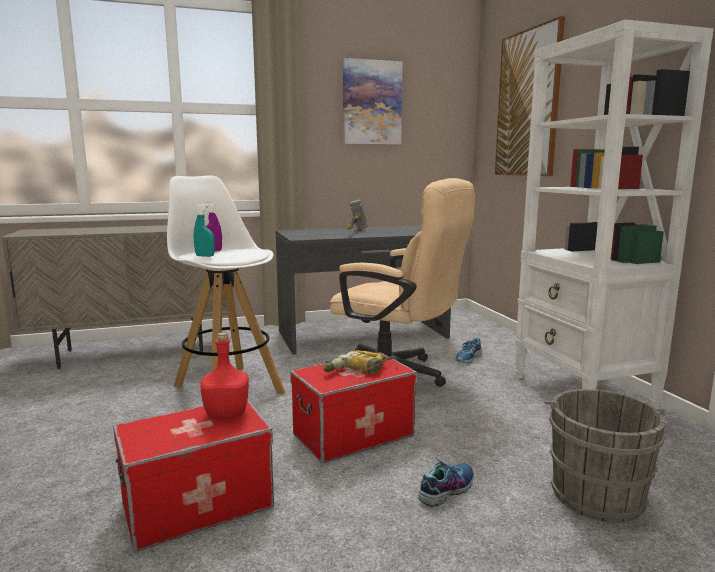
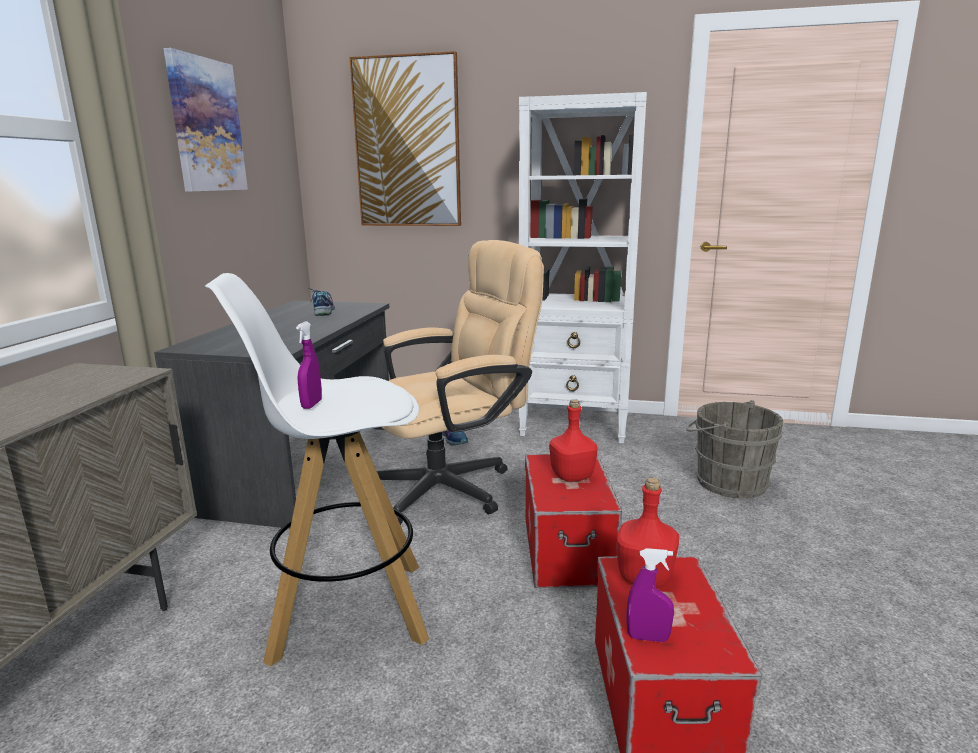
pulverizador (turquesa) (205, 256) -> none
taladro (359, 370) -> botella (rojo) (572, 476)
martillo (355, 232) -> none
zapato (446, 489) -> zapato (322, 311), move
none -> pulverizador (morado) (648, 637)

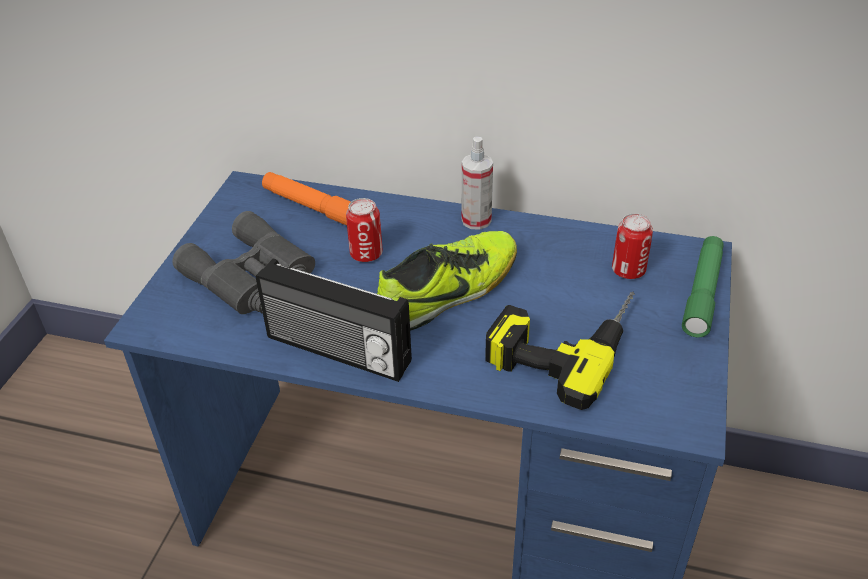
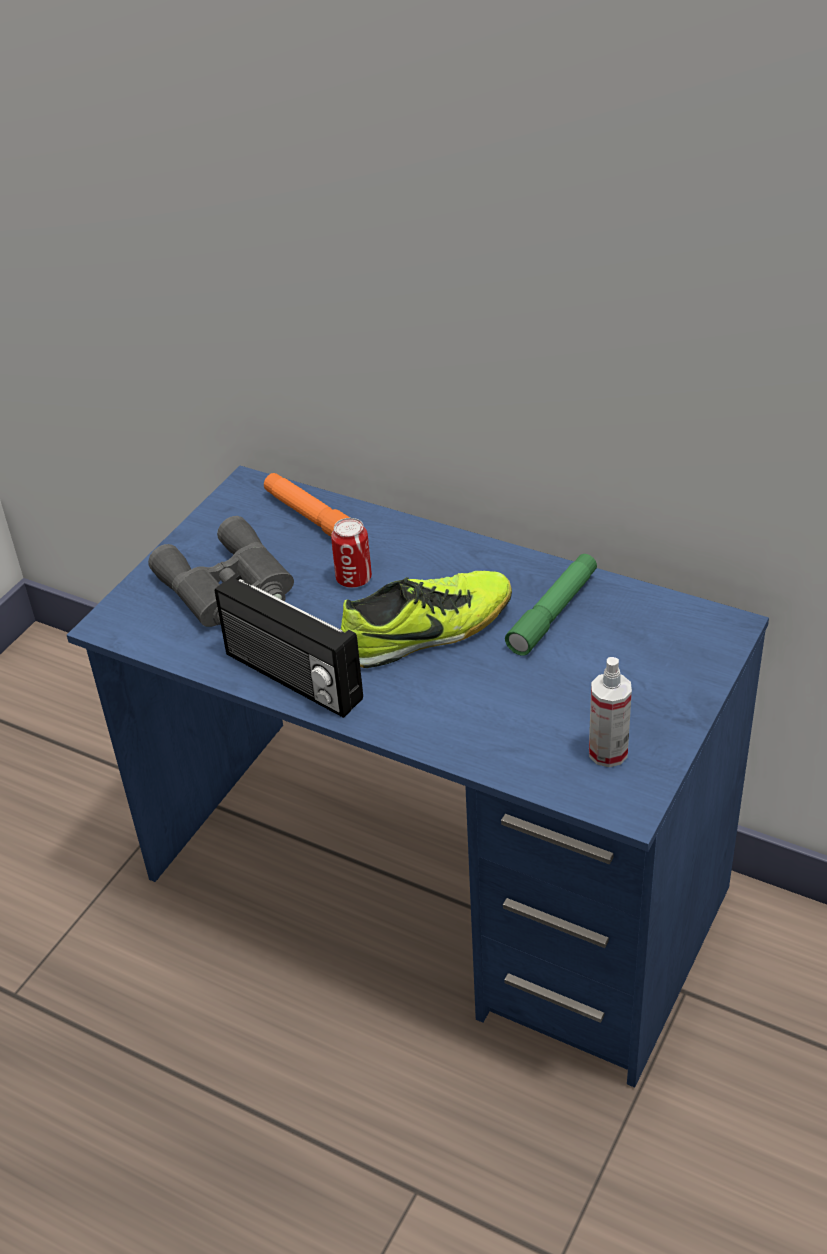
pulverizador (476, 220) -> pulverizador (608, 752), move
taladro (562, 340) -> none
lata (628, 270) -> none
linterna (verde) (702, 293) -> linterna (verde) (553, 612), move

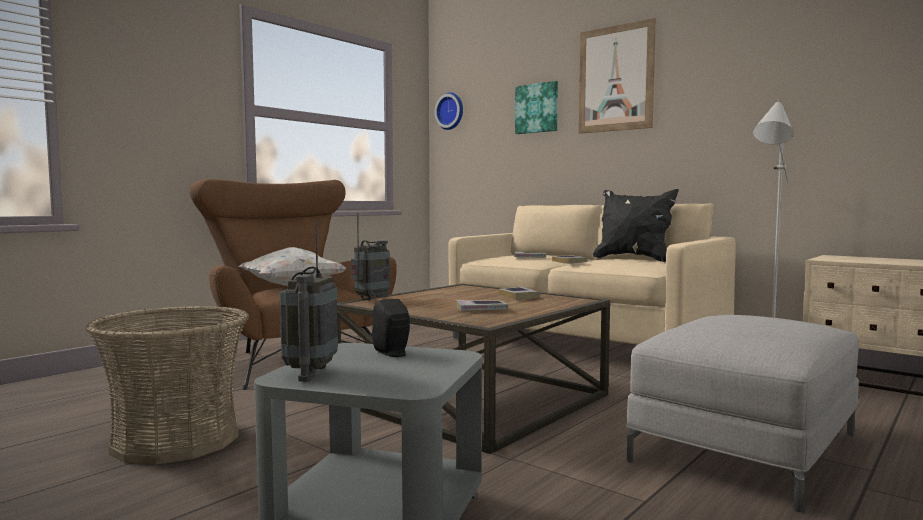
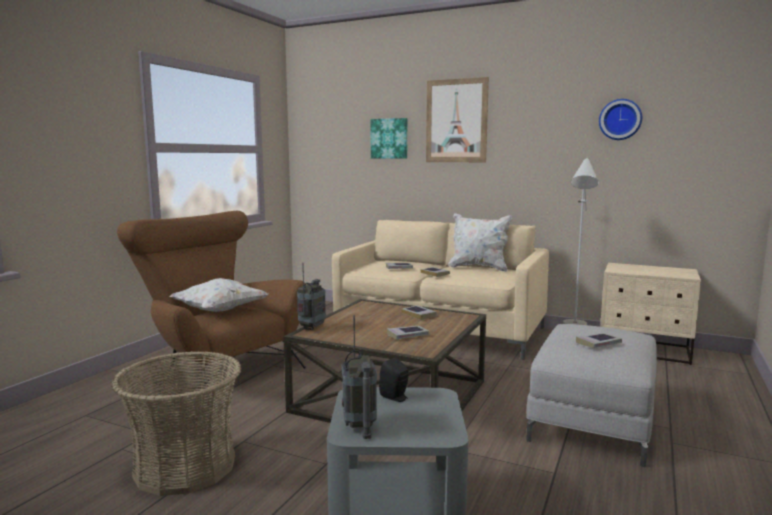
reloj de pared (451, 111) -> reloj de pared (620, 119), move
cojín (negro) (633, 259) -> cojín (blanco) (478, 268)
none -> libro (598, 344)

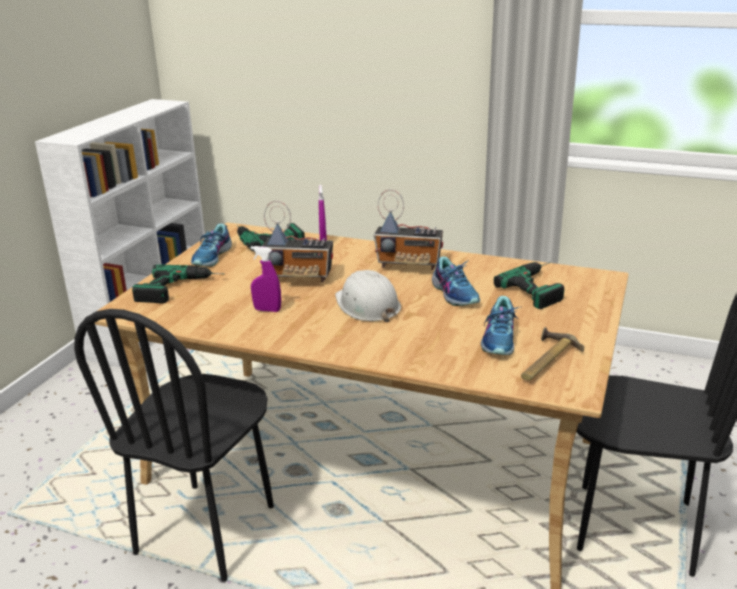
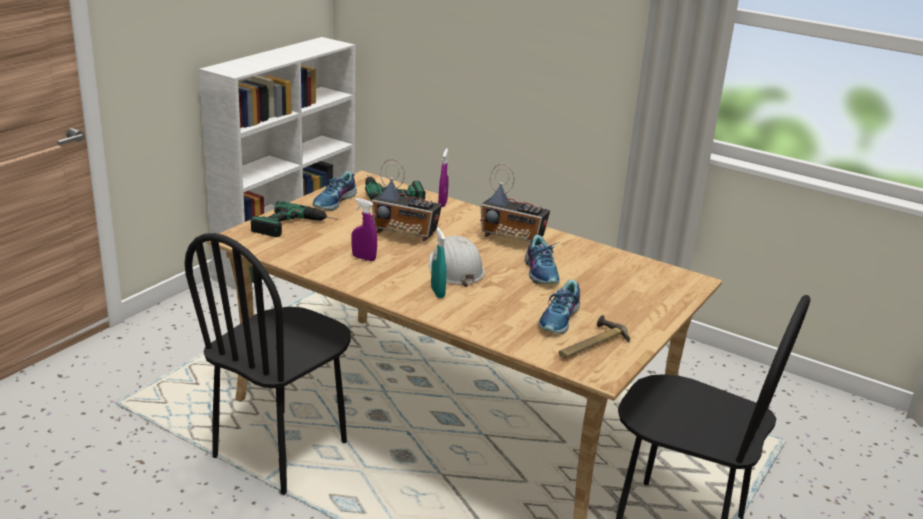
taladro (541, 287) -> none
none -> pulverizador (turquesa) (437, 293)

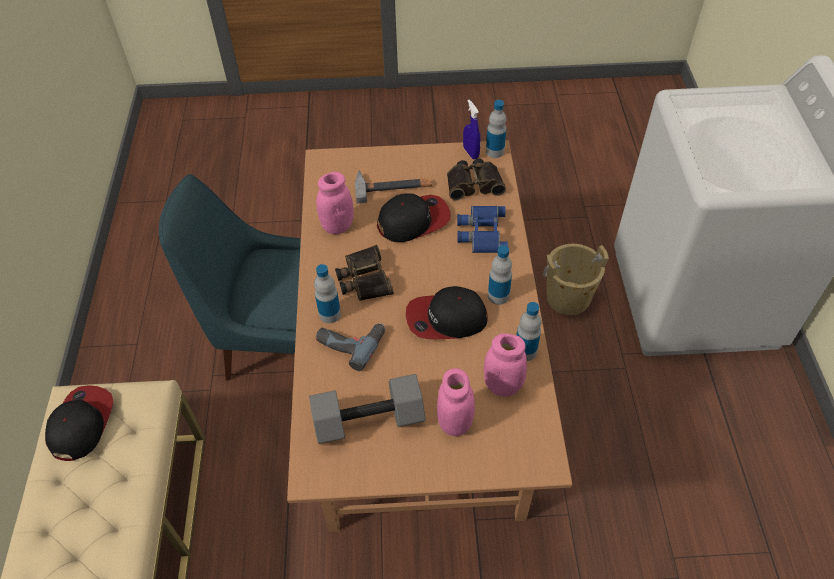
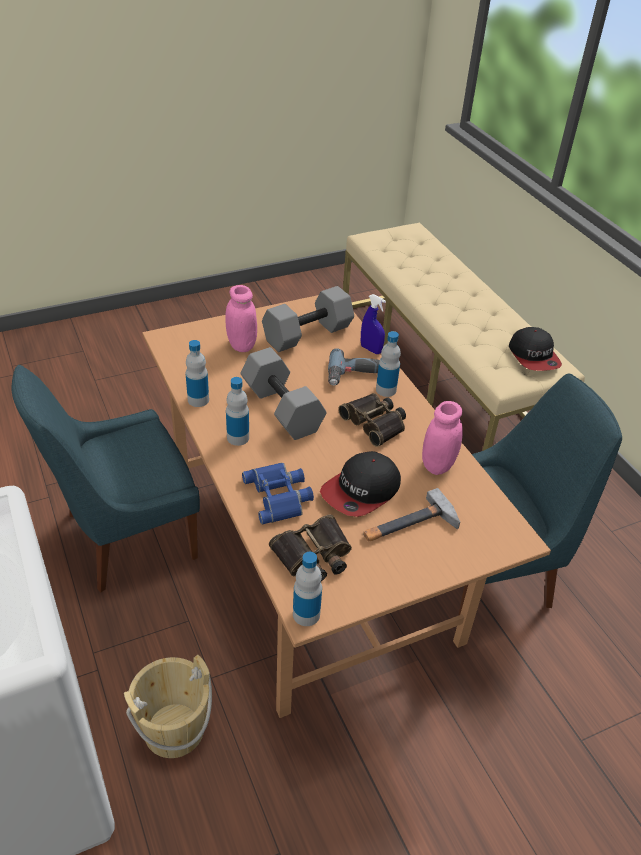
gorra (446, 319) -> mancuerna (gris) (280, 408)
pulverizador (azul) (471, 153) -> pulverizador (azul) (371, 349), move
tarro (rosa) (502, 385) -> none
none -> silla (azul) (126, 537)

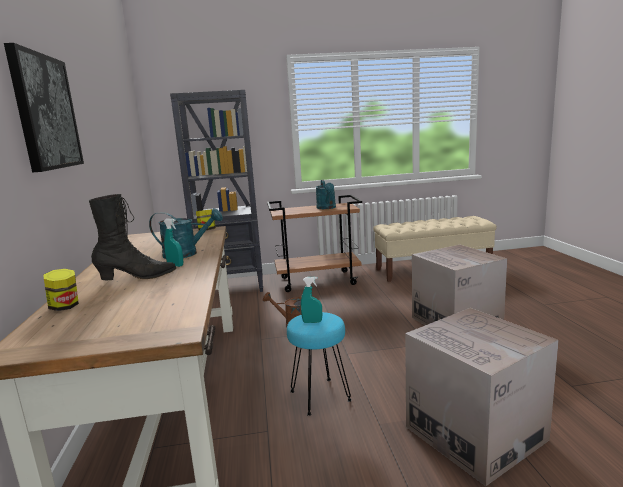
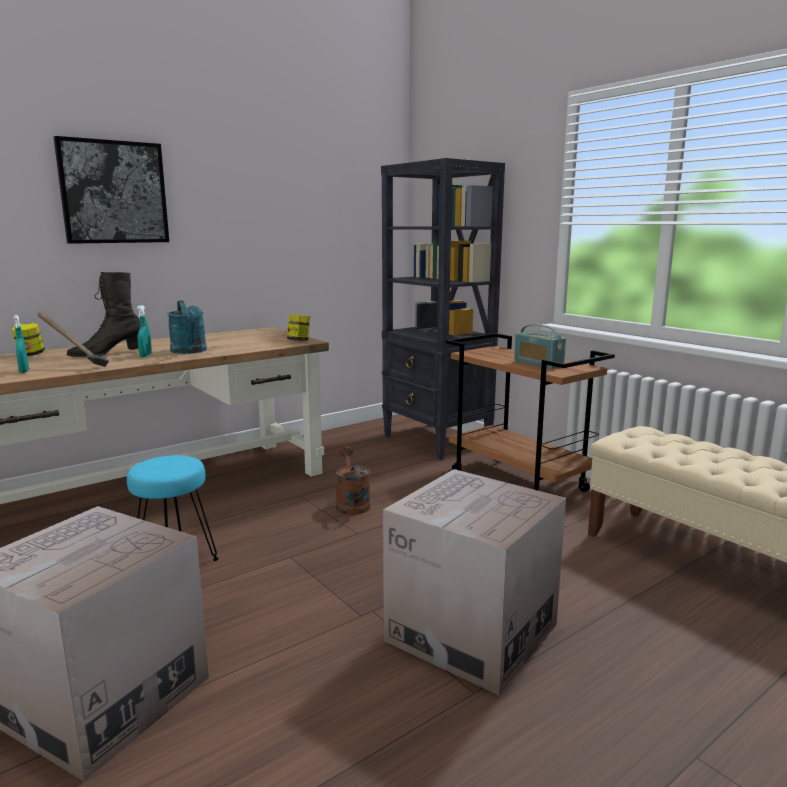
bota (negro) (137, 277) -> bota (negro) (107, 354), 105 degrees clockwise
pulverizador (turquesa) (312, 322) -> pulverizador (turquesa) (24, 371), move
regadera (turquesa) (327, 208) -> radio (538, 364)
none -> martillo (75, 366)

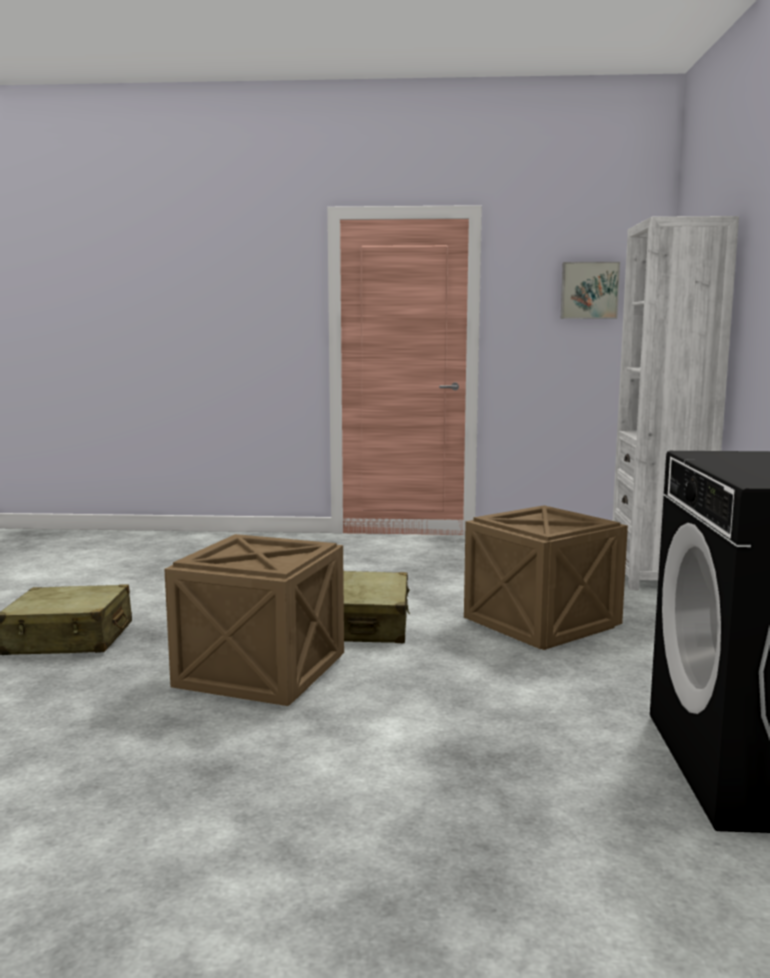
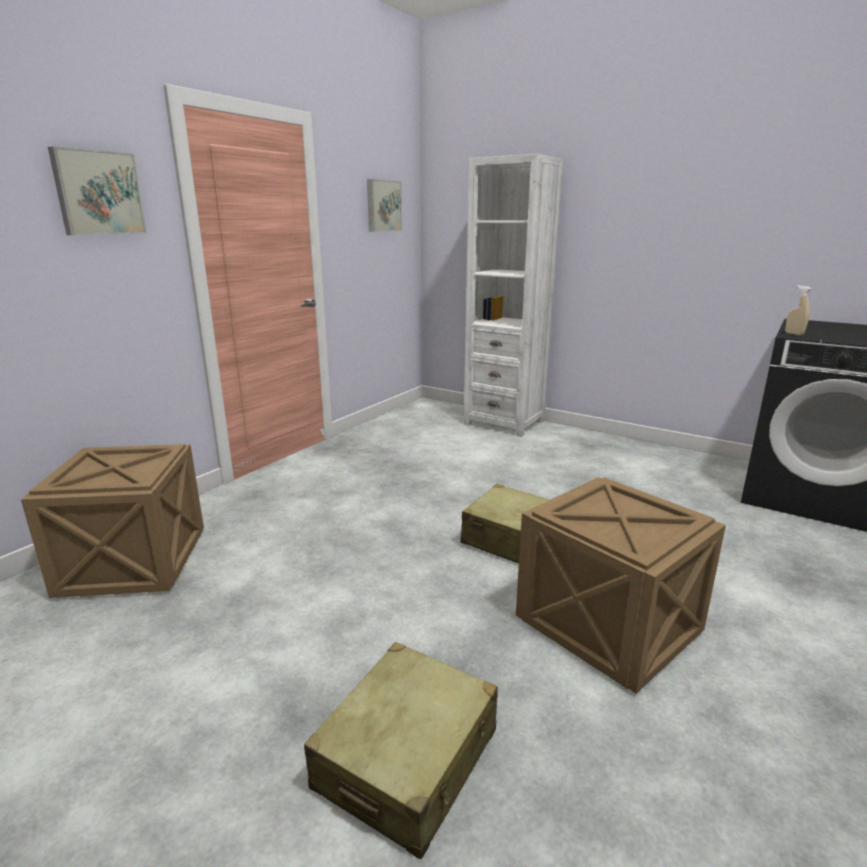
caja de embalaje (543, 623) -> caja de embalaje (135, 561), move
none -> cuadro (98, 193)
none -> pulverizador (beis) (794, 334)

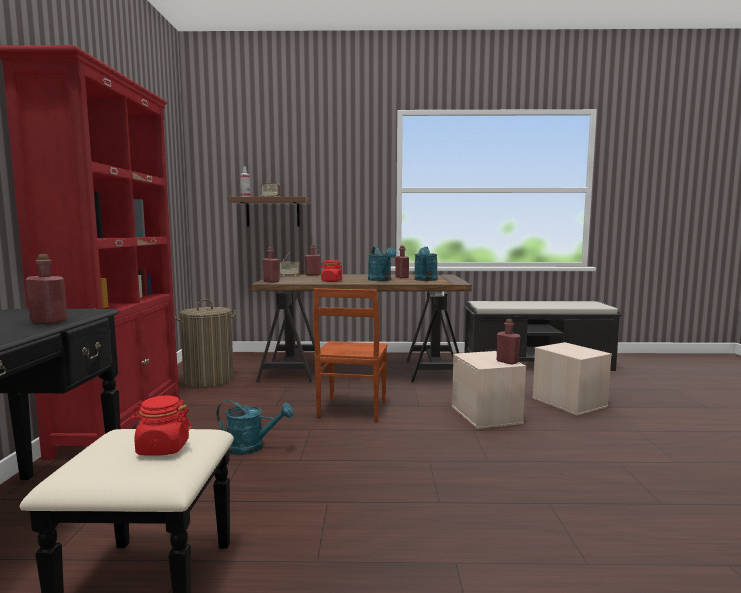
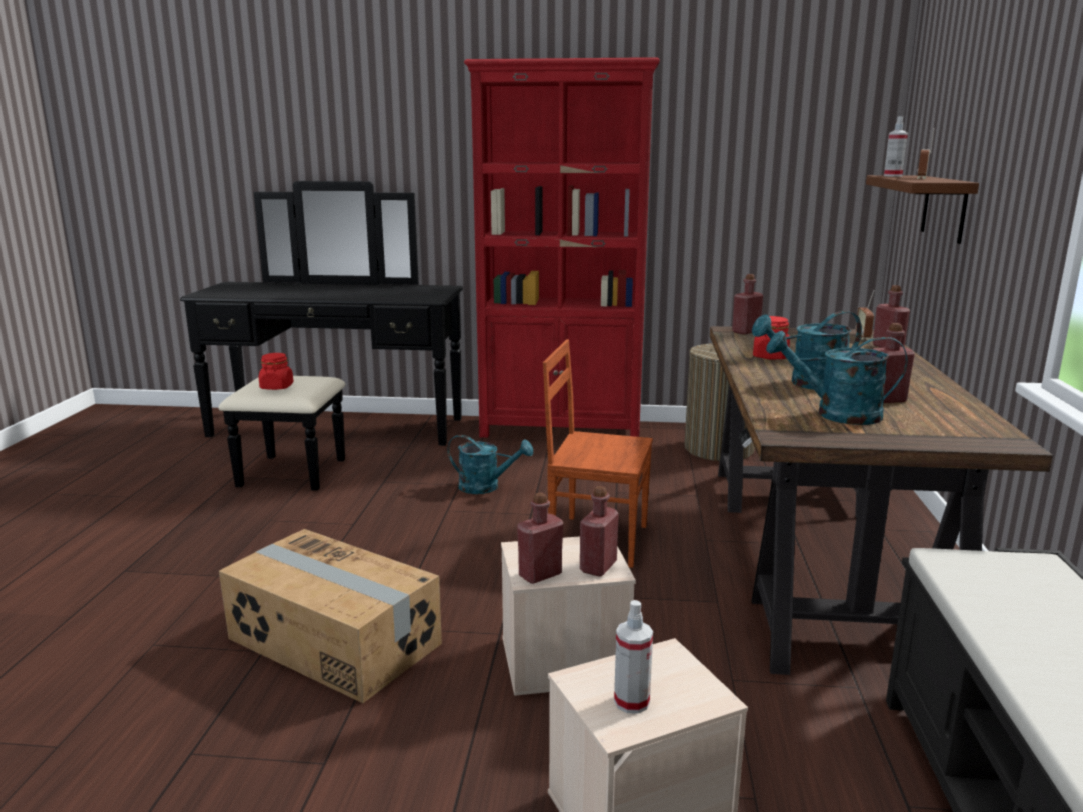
botella (rojo) (48, 321) -> botella (rojo) (598, 567), move
regadera (turquesa) (252, 447) -> regadera (turquesa) (486, 487), 90 degrees counterclockwise
none -> caja de cartón (333, 642)
none -> pulverizador (631, 702)

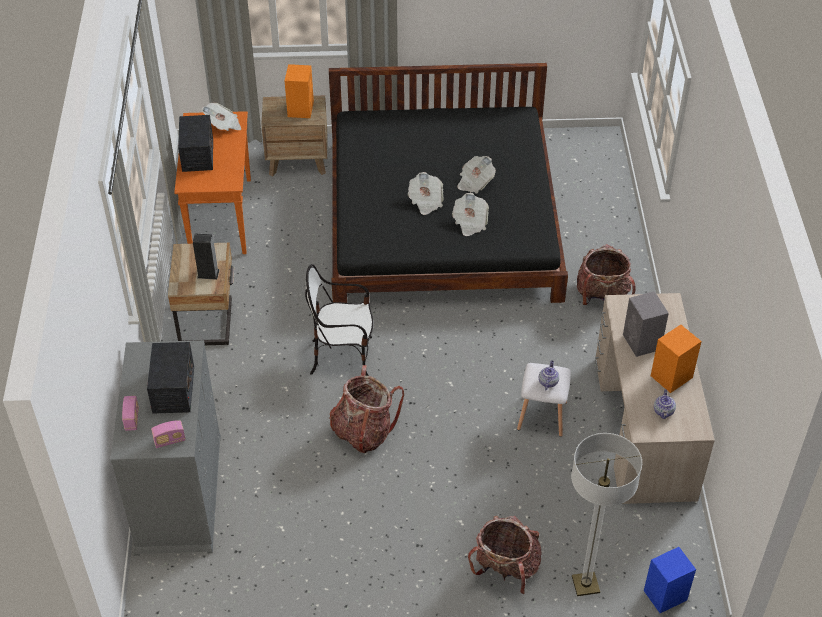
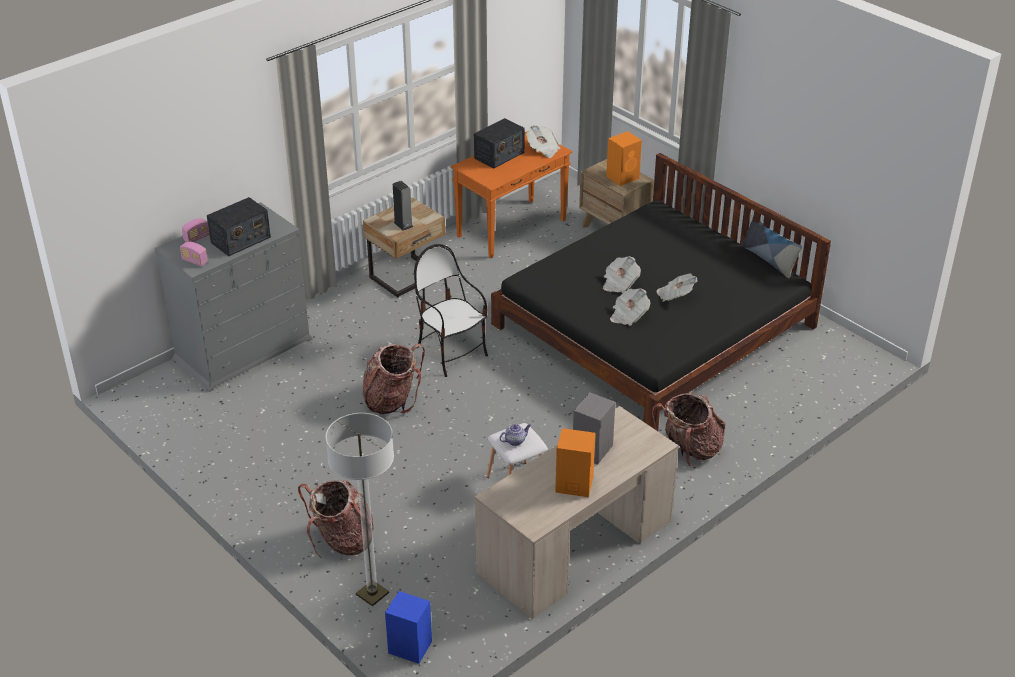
tetera (663, 411) -> none
none -> cojín (769, 260)

